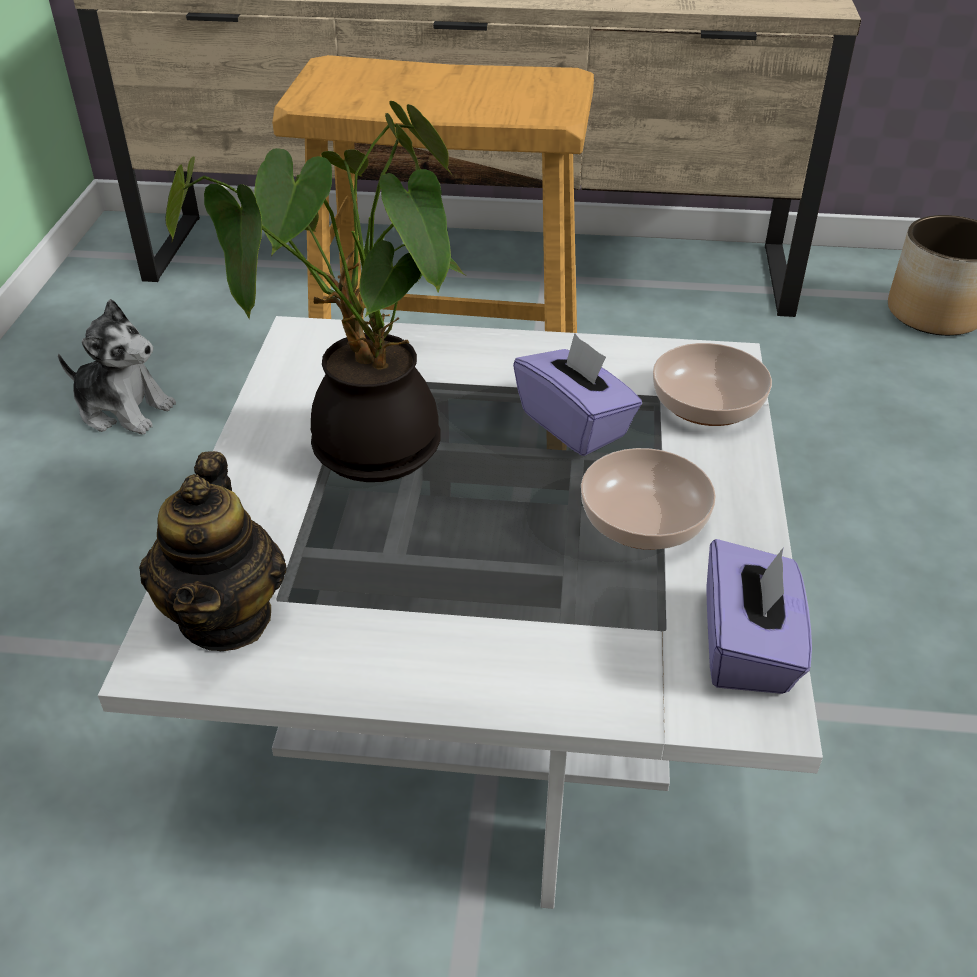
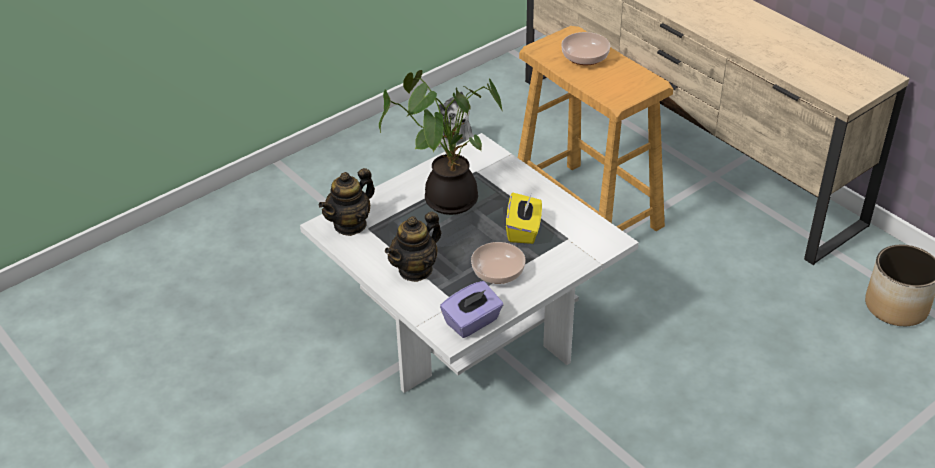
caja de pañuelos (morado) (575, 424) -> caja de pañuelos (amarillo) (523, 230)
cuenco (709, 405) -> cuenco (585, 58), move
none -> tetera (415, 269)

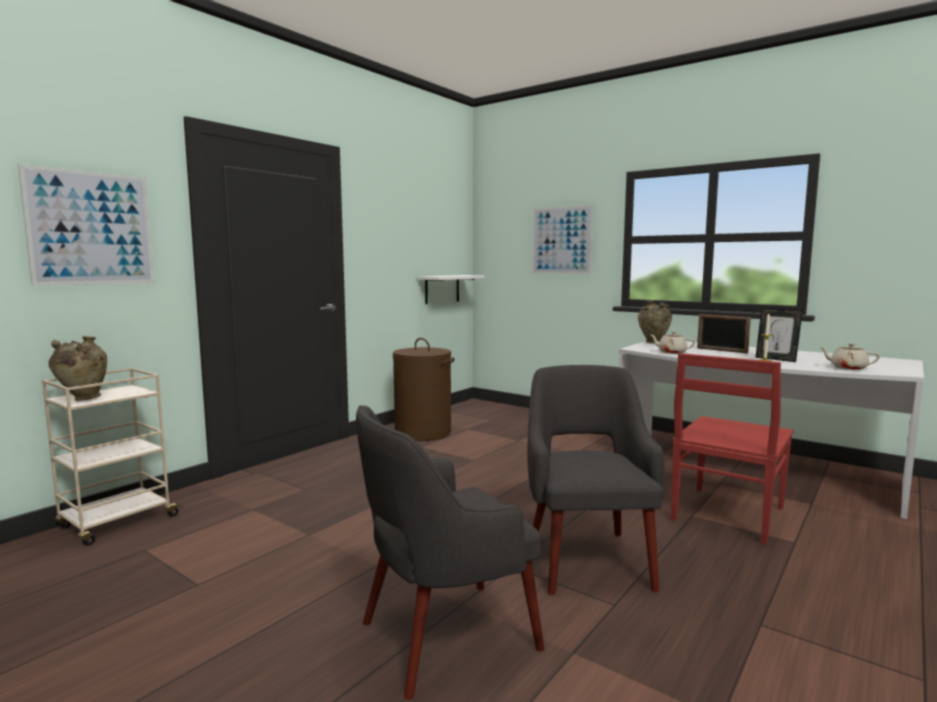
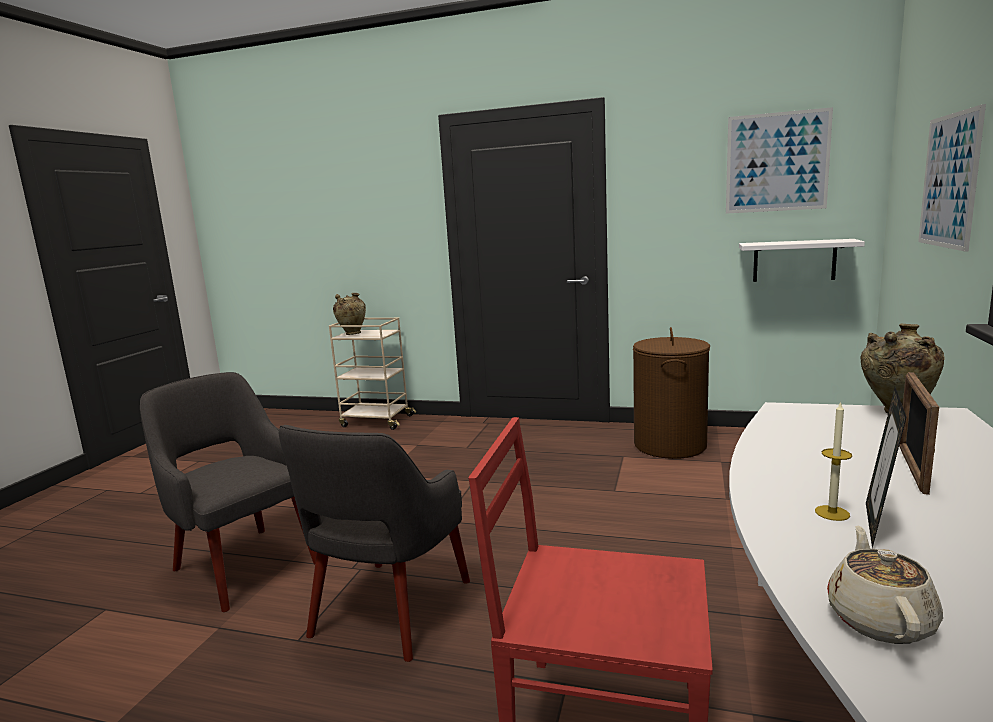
cuadro (91, 228) -> cuadro (777, 162), move
sillón (gris) (587, 559) -> sillón (gris) (390, 609), 135 degrees clockwise
tetera (beis) (671, 352) -> none

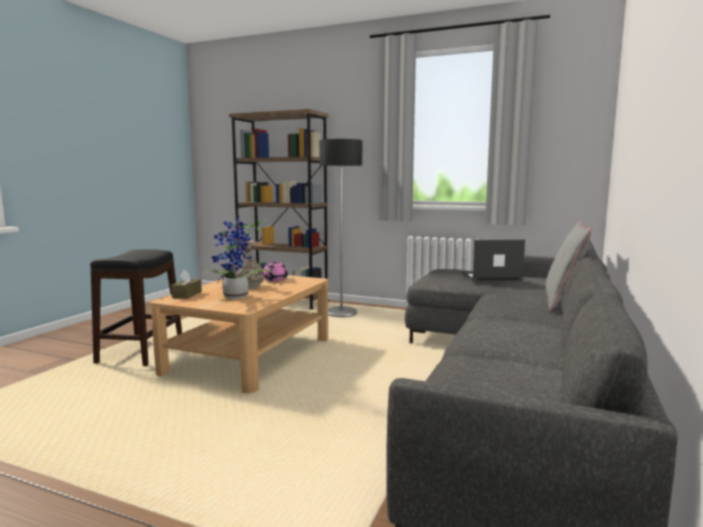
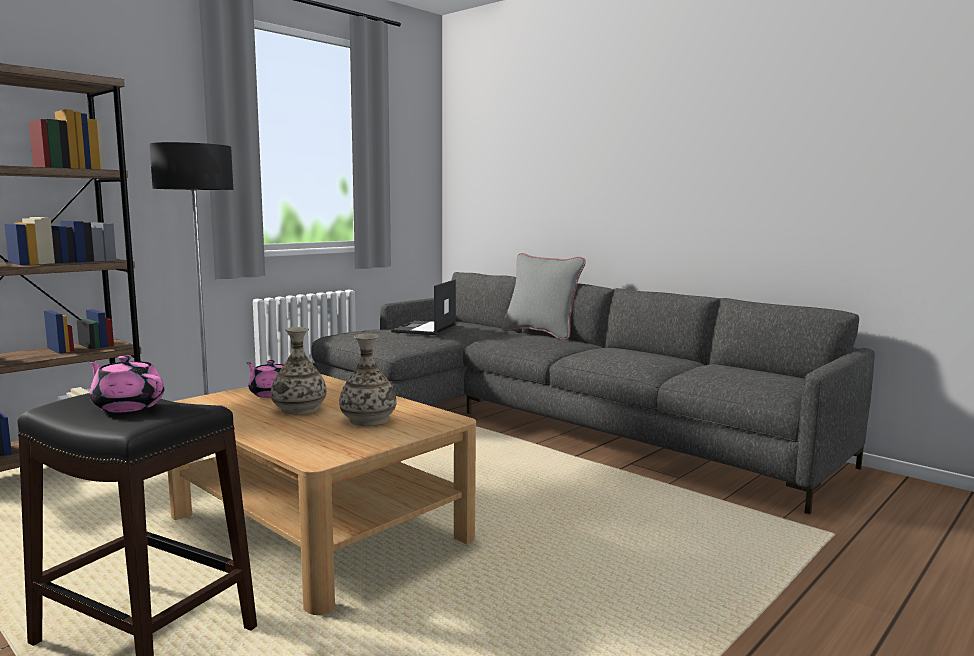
caja de pañuelos (marrón) (187, 295) -> none
planta en maceta (236, 297) -> florero (368, 420)
none -> tetera (rosa) (127, 406)

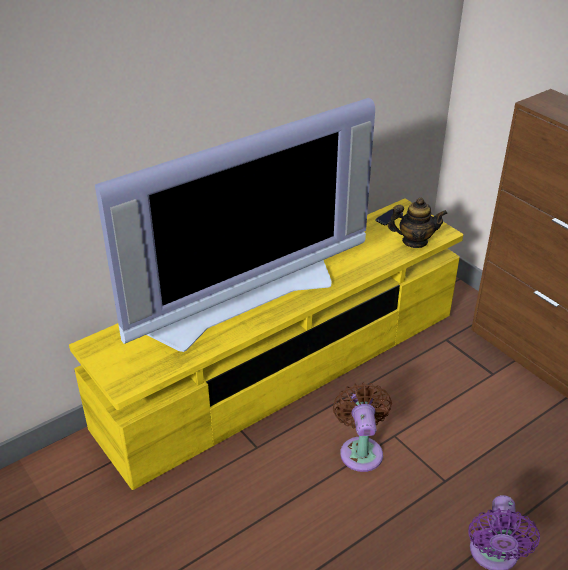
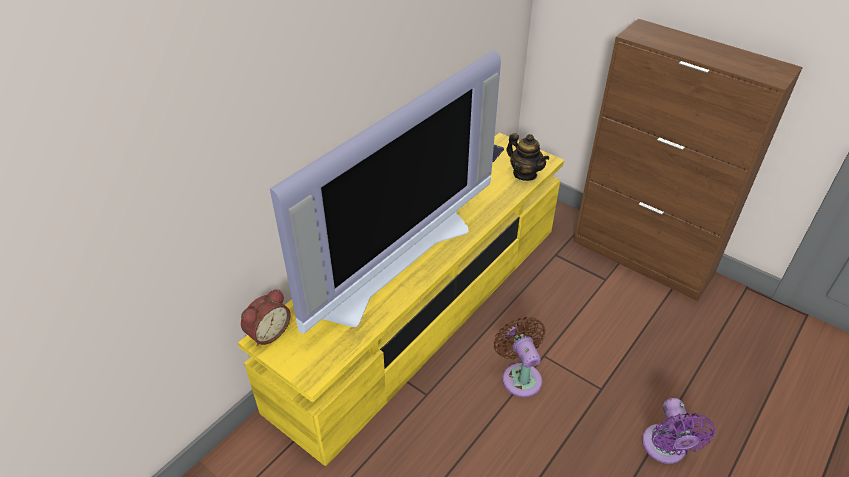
tetera (414, 241) -> tetera (525, 174), 60 degrees clockwise
none -> despertador (267, 332)

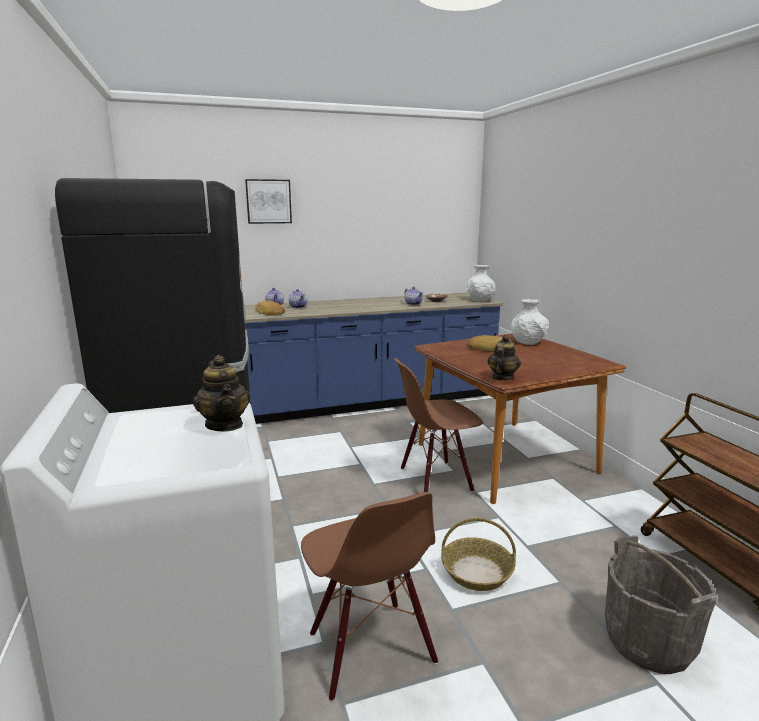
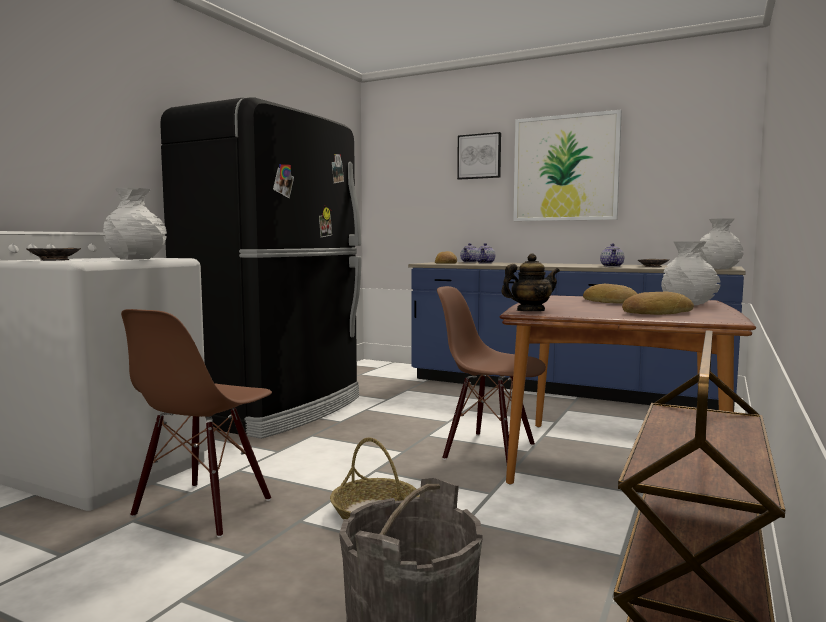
tetera (225, 425) -> florero (blanco) (137, 259)
none -> cuenco (marrón) (55, 260)
none -> cuadro (565, 168)
none -> pan (655, 312)

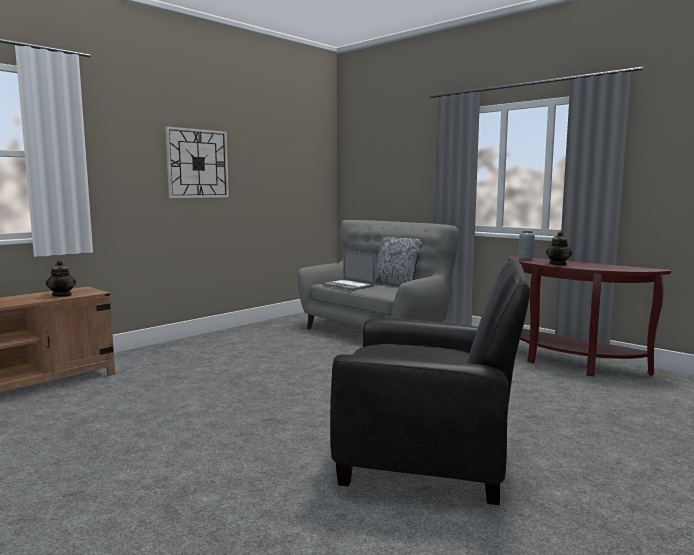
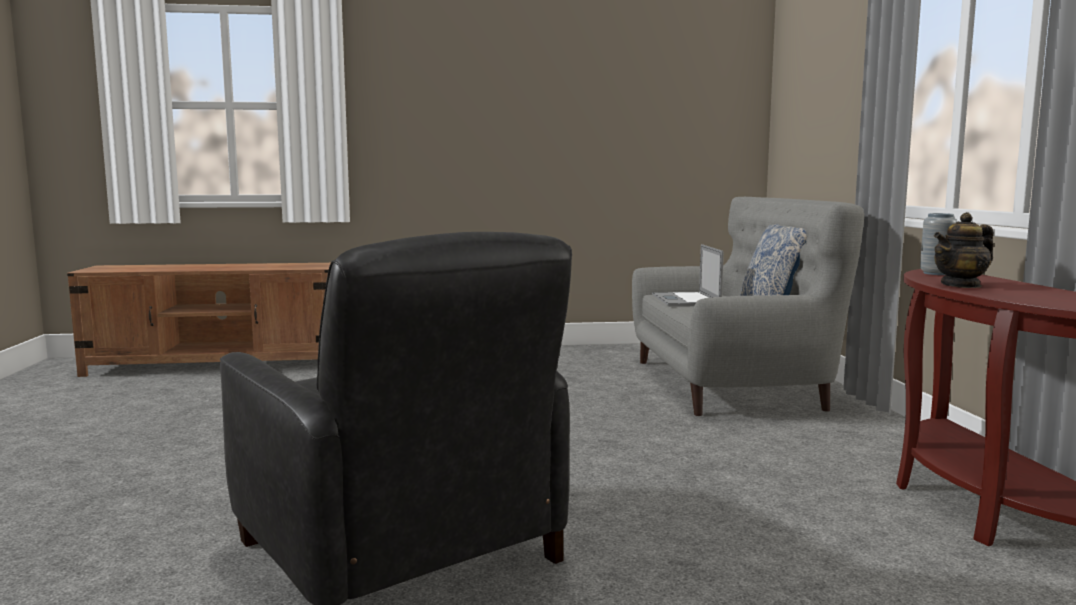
tetera (62, 295) -> none
reloj de pared (197, 163) -> none

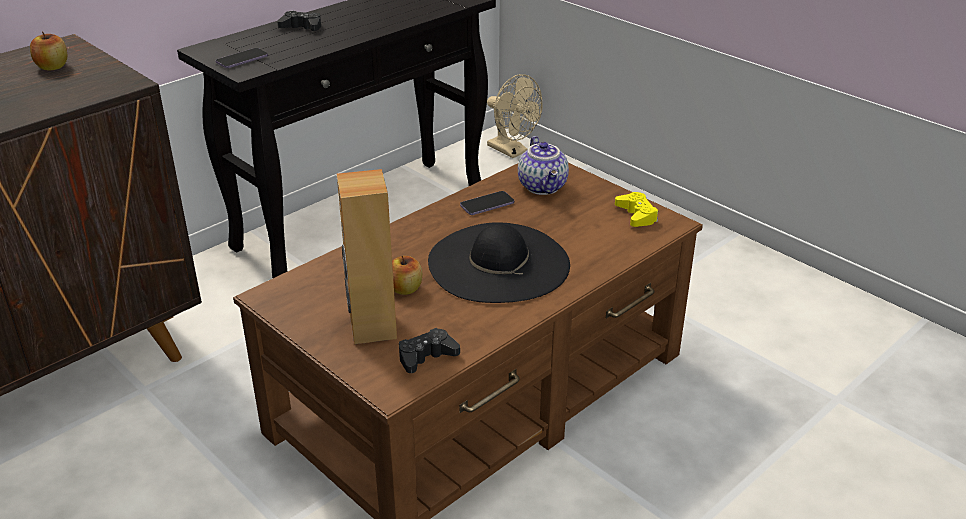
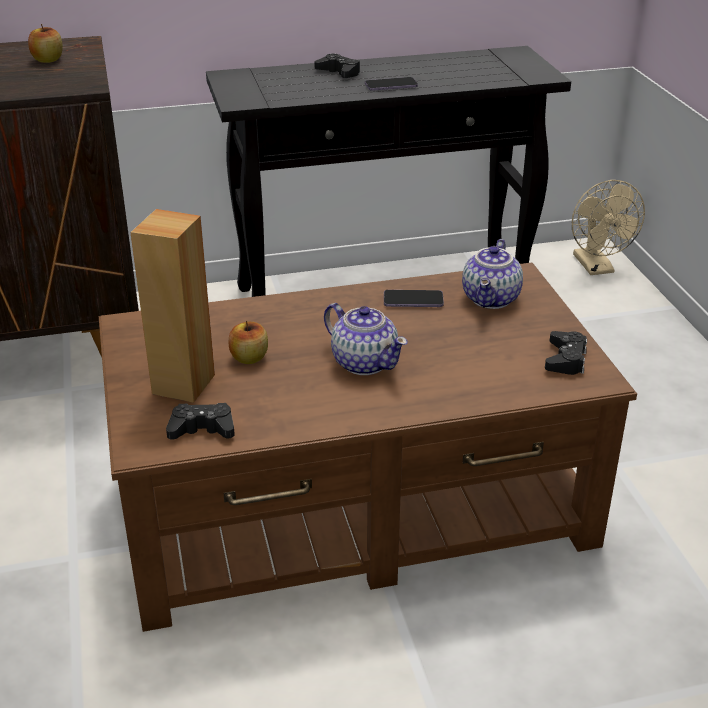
móvil (242, 60) -> móvil (391, 86), move
sombrero (negro) (498, 263) -> tetera (364, 362)
mando de consola (amarillo) (636, 215) -> mando de consola (negro) (565, 359)

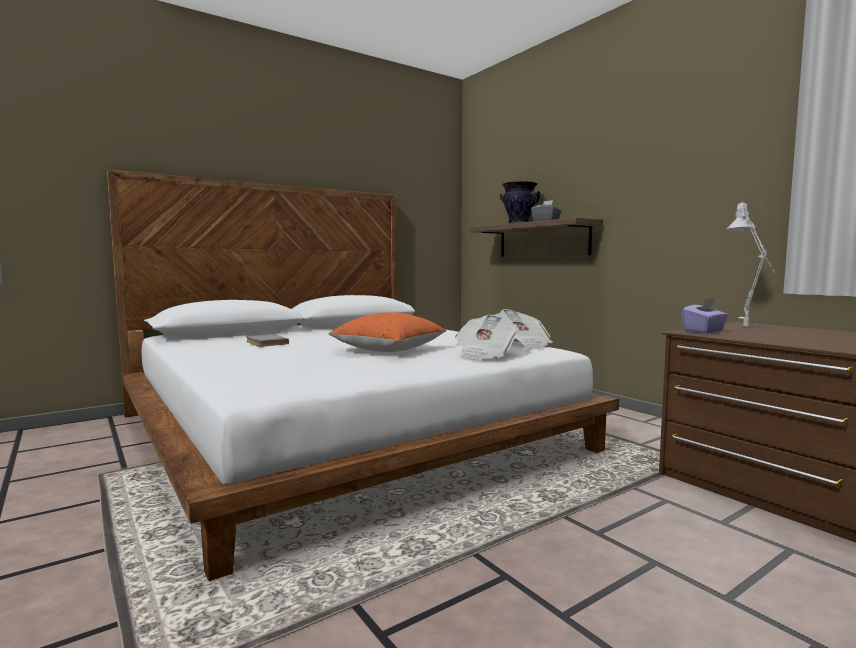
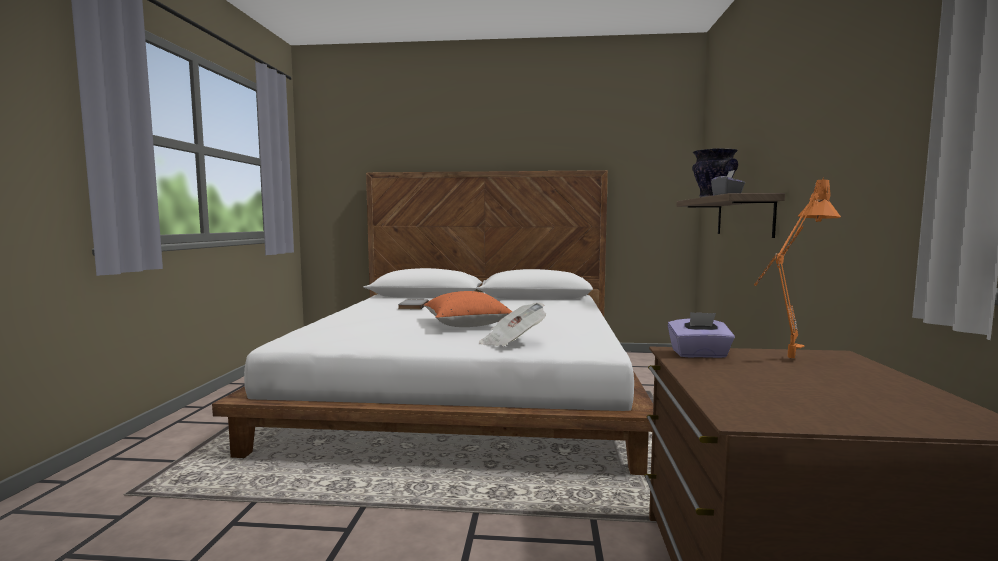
periódico (522, 344) -> none
lámpara de mesa (gris) (748, 329) -> lámpara de mesa (naranja) (786, 362)

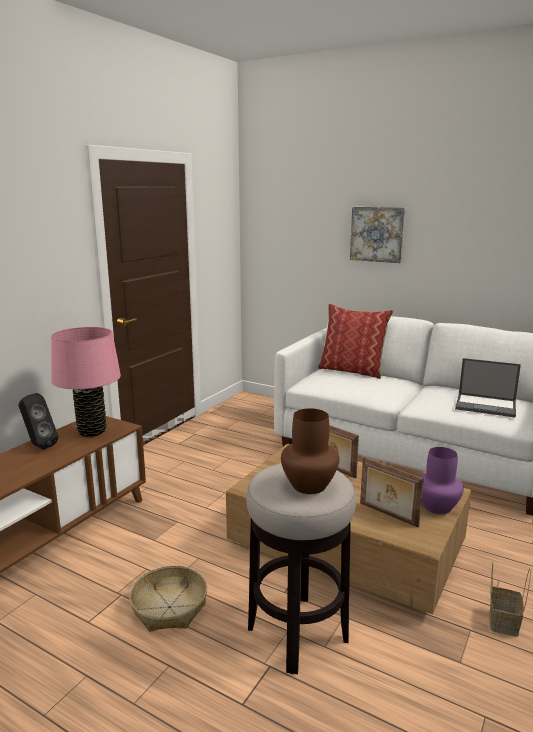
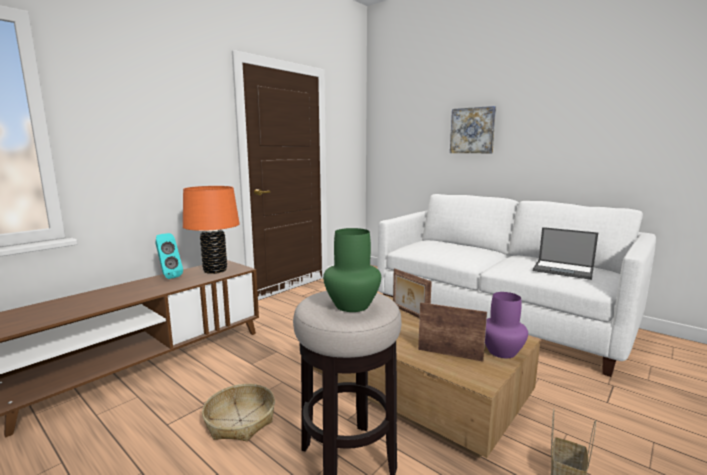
altavoz (negro) (38, 446) -> altavoz (turquesa) (168, 277)
lámpara de mesa (rosa) (92, 431) -> lámpara de mesa (naranja) (215, 270)
florero (marrón) (310, 485) -> florero (verde) (353, 305)
cojín (352, 371) -> none
portarretratos (387, 515) -> portarretratos (450, 354), 150 degrees clockwise

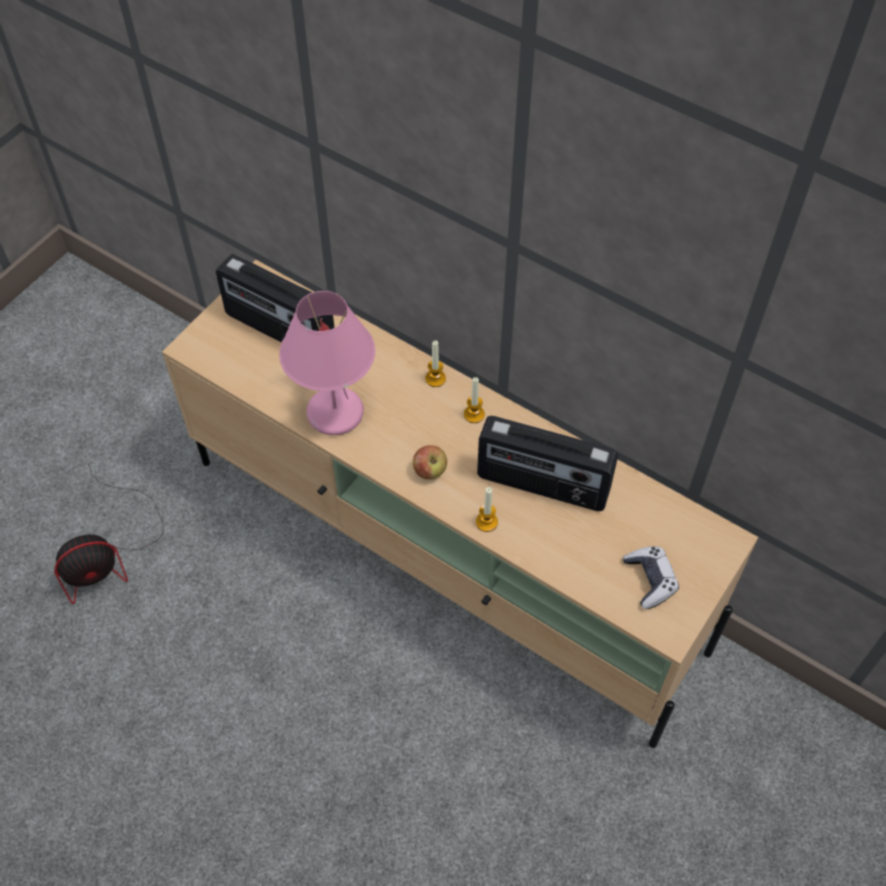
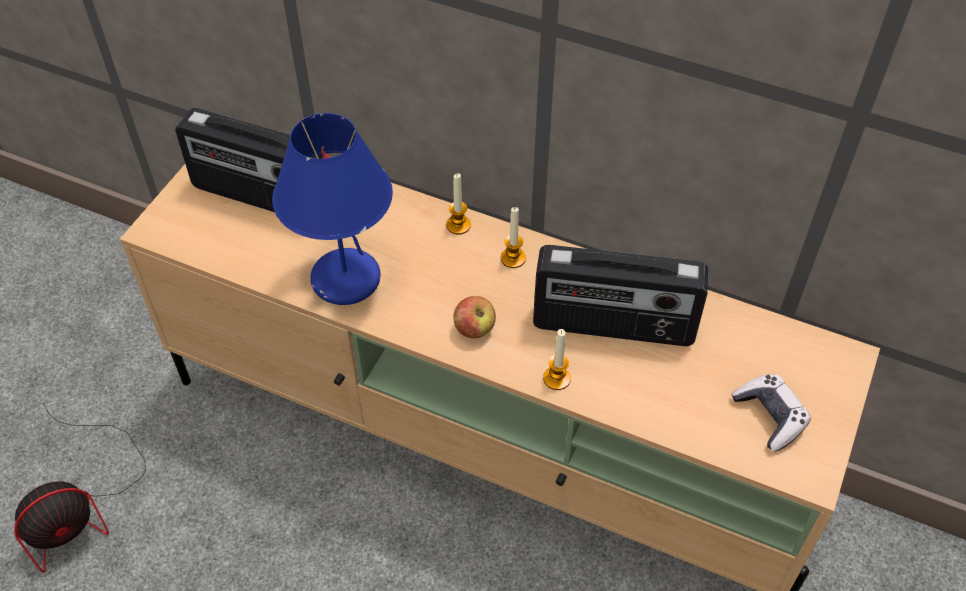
lámpara de mesa (rosa) (334, 413) -> lámpara de mesa (azul) (344, 279)

